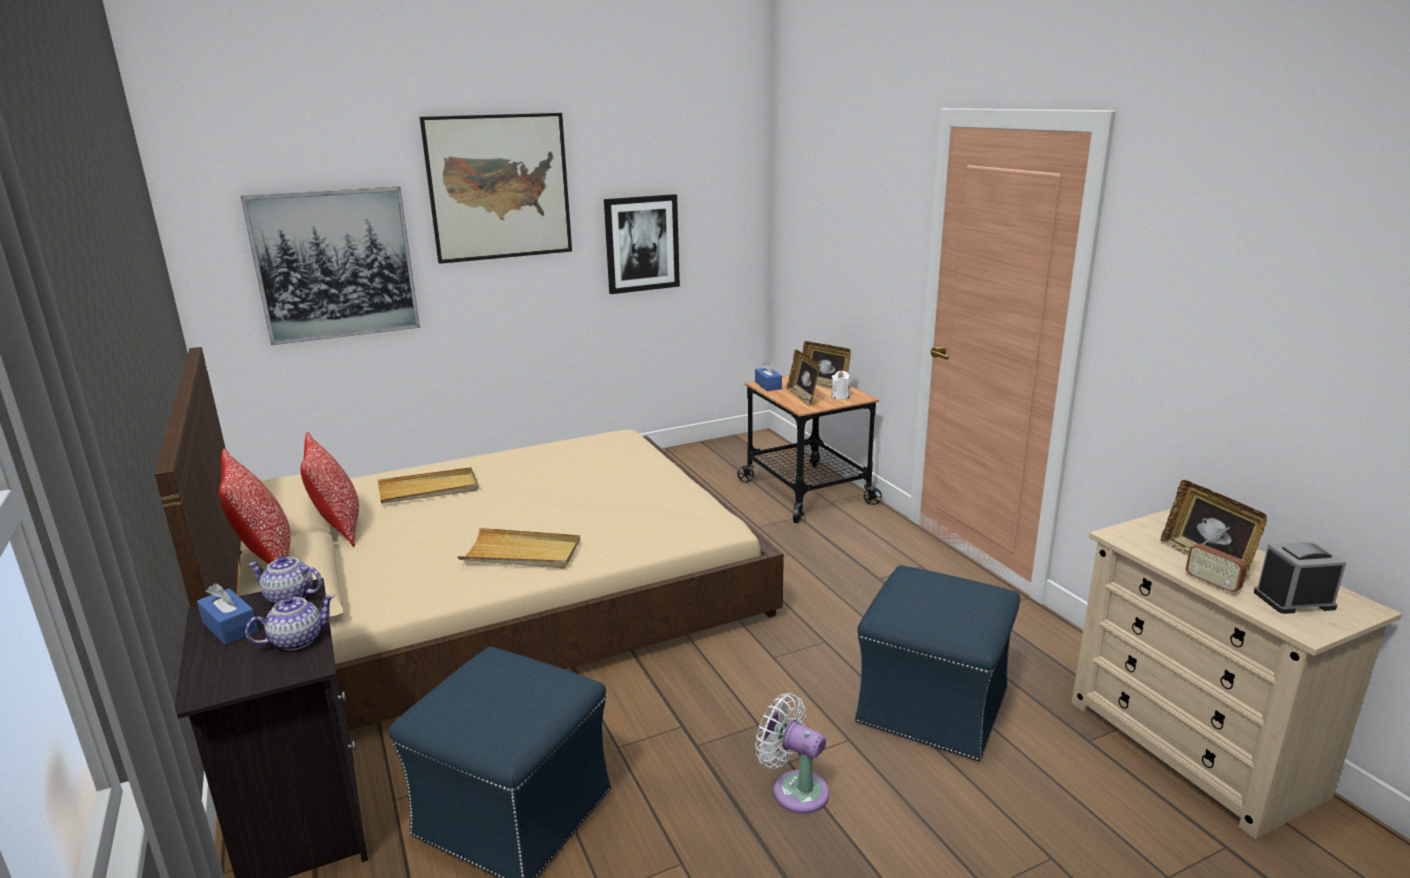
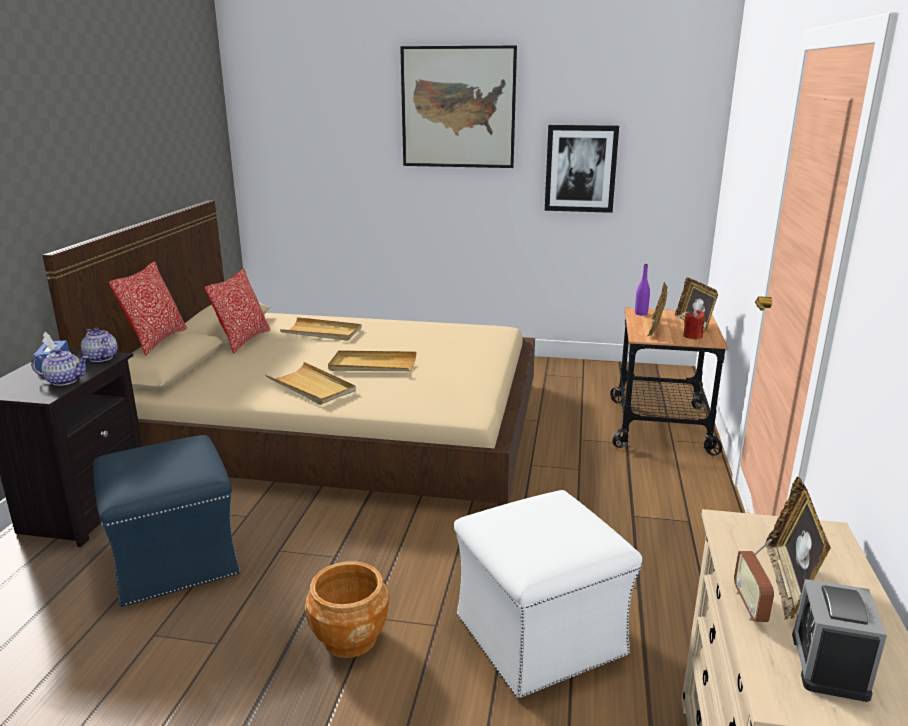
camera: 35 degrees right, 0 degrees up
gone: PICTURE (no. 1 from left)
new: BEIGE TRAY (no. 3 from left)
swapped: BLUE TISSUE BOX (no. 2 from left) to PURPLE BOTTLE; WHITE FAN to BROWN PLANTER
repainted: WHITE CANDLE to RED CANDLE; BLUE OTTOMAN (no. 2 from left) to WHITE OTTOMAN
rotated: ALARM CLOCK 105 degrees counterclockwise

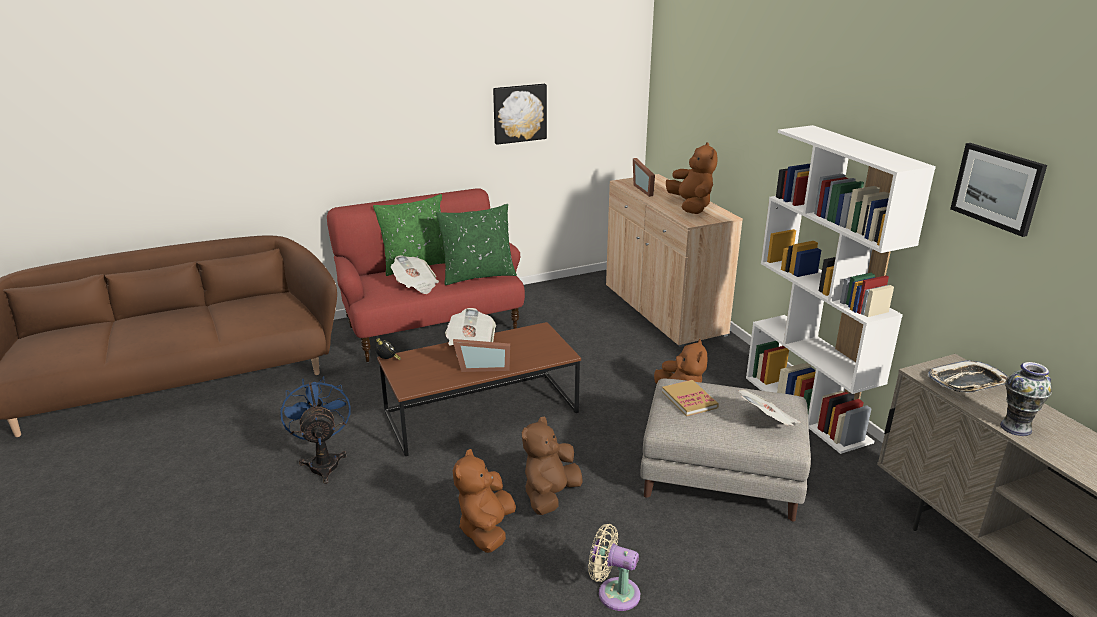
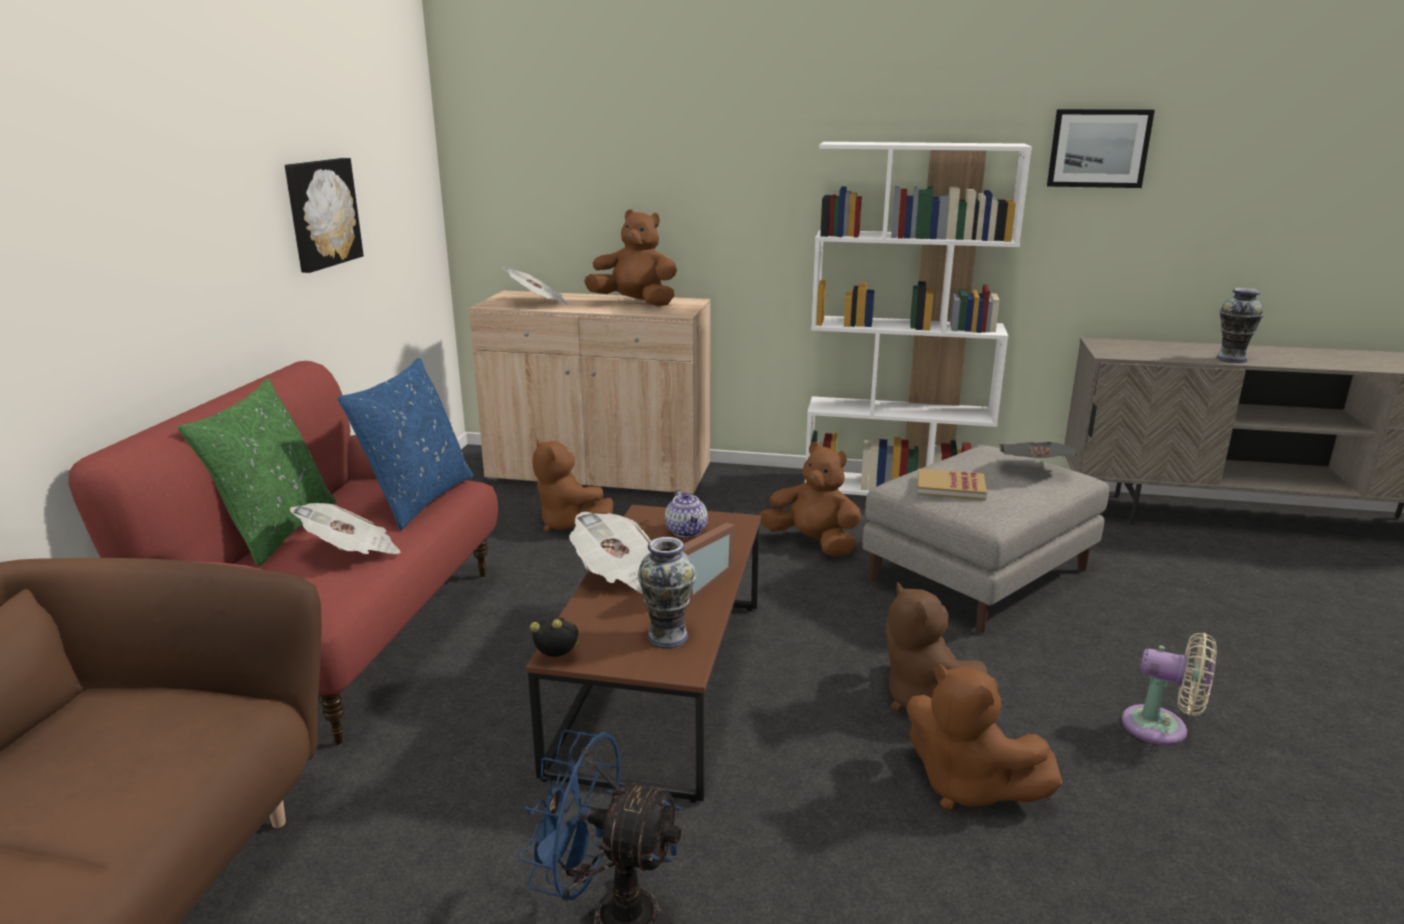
camera: 55 degrees left, 5 degrees down
gone: TRAY
new: BROWN PLUSH TOY (no. 1 from left); VASE (no. 1 from left); TEAPOT
swapped: PICTURE FRAME (no. 2 from left) to NEWSPAPER (no. 2 from left)
repainted: GREEN PILLOW (no. 2 from left) to BLUE PILLOW
rotated: BEIGE FAN 120 degrees counterclockwise

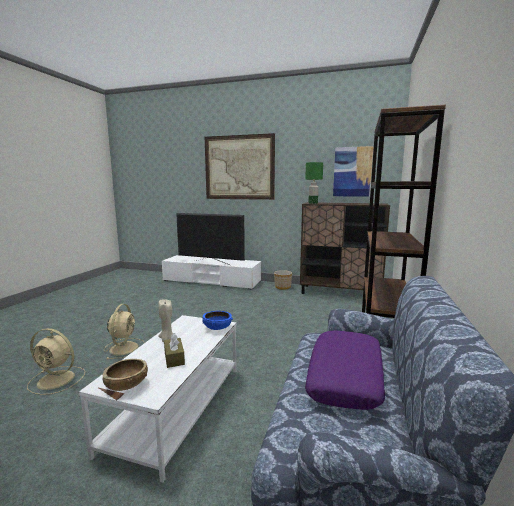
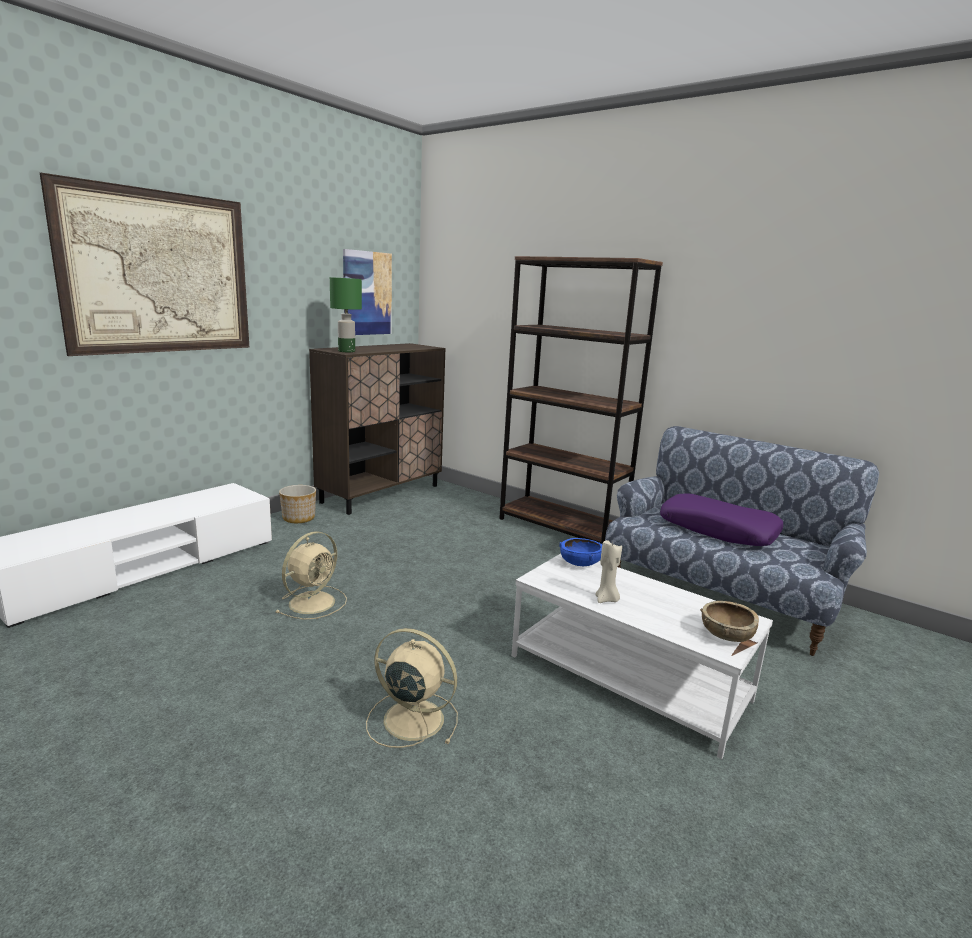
camera: 70 degrees left, 5 degrees up
gone: BROWN TISSUE BOX; TELEVISION
shifted: BEIGE FAN (no. 1 from left)

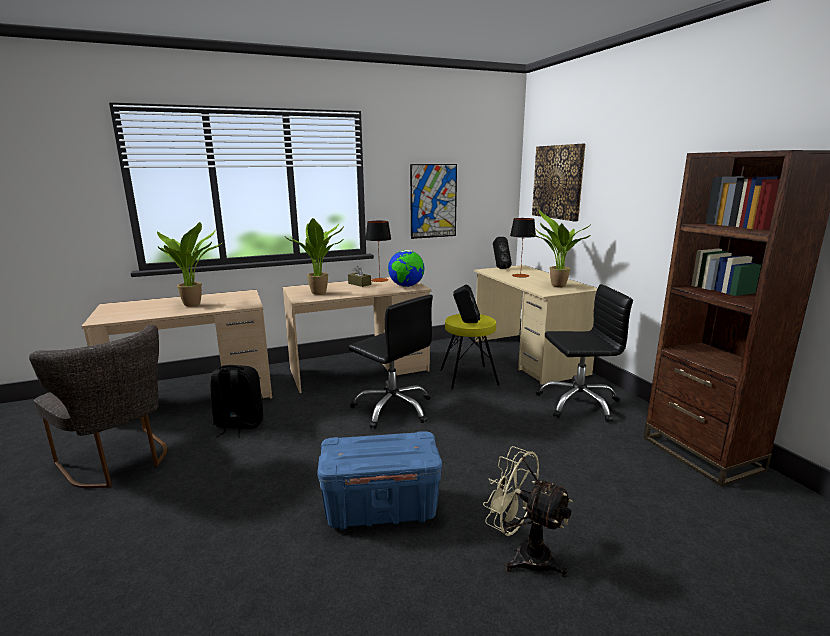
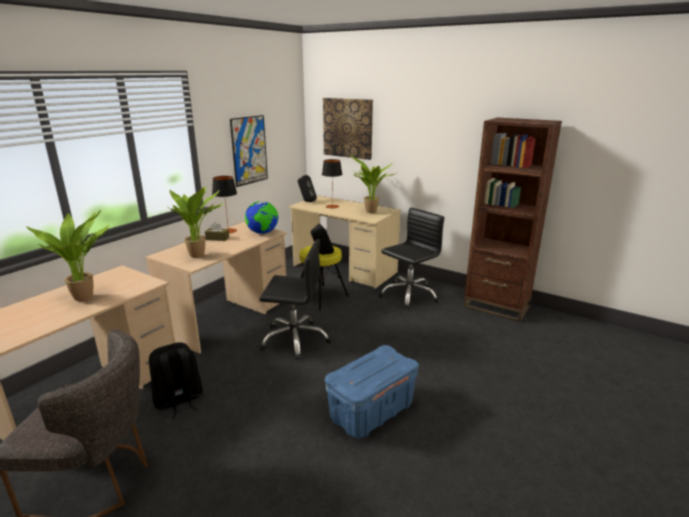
camera: 35 degrees left, 5 degrees up
gone: BEIGE FAN

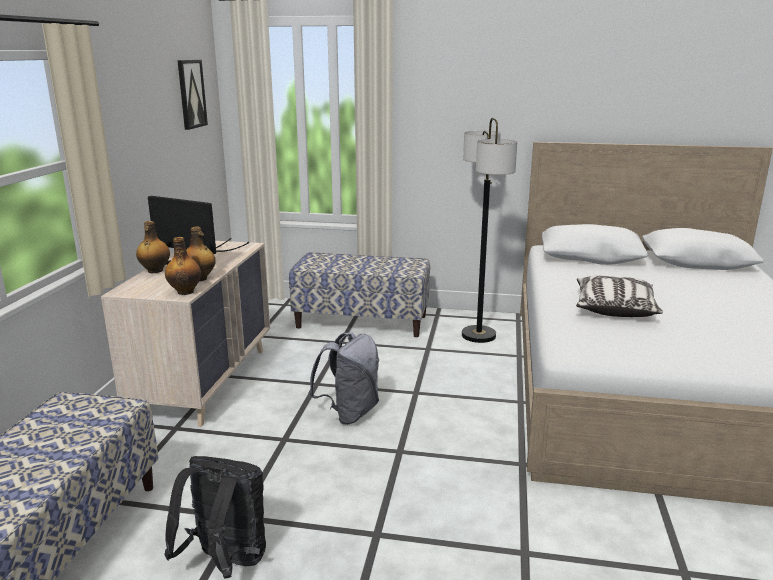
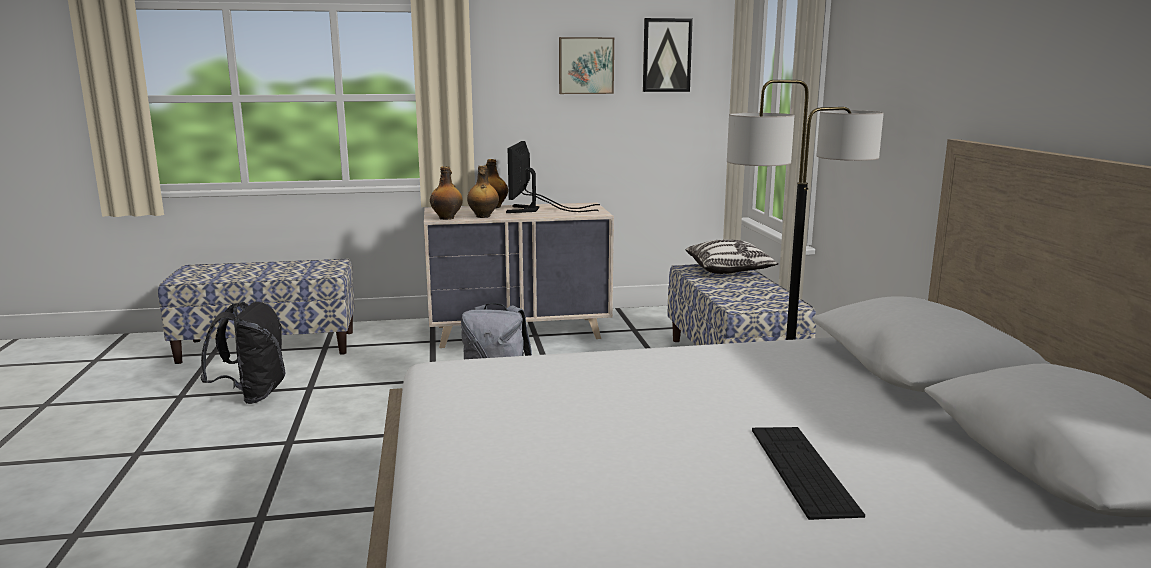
camera: 70 degrees right, 5 degrees down
new: PICTURE (no. 1 from left); KEYBOARD
shifted: PILLOW

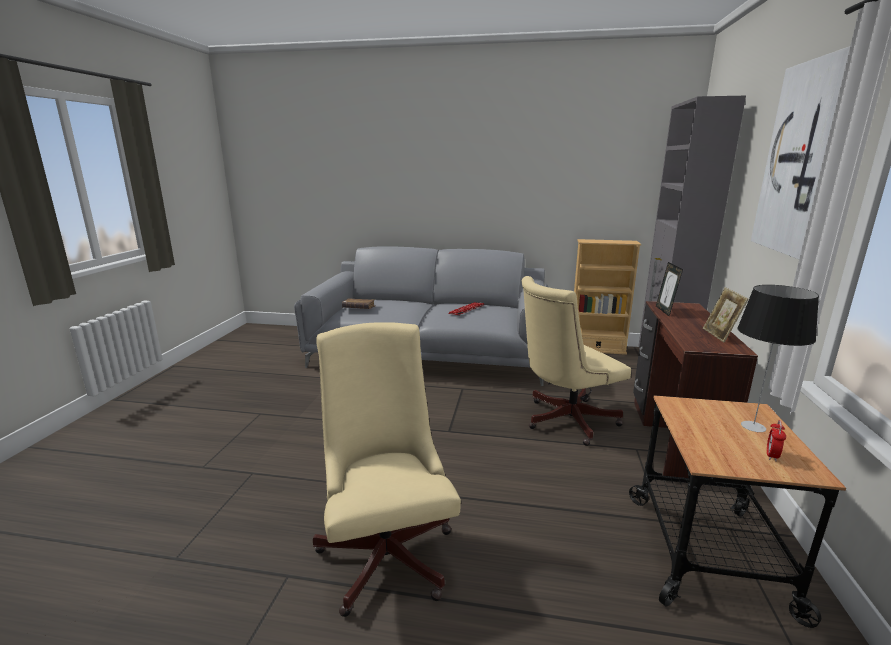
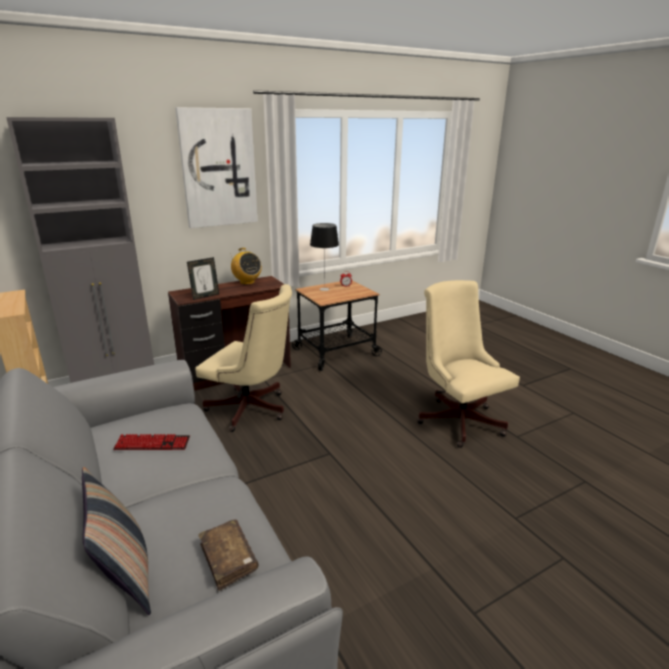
camera: 130 degrees left, 5 degrees up
new: PILLOW
swapped: PICTURE FRAME (no. 2 from left) to RADIO
rotated: BEIGE OFFICE CHAIR (no. 1 from left in the first image) 120 degrees clockwise

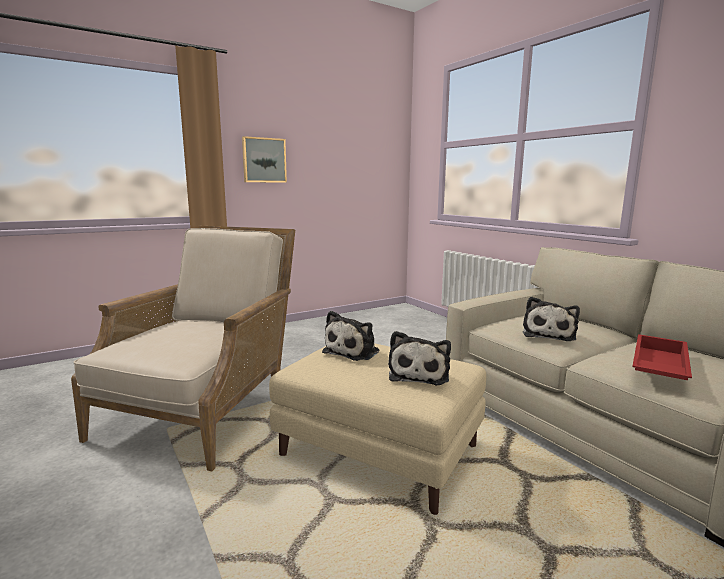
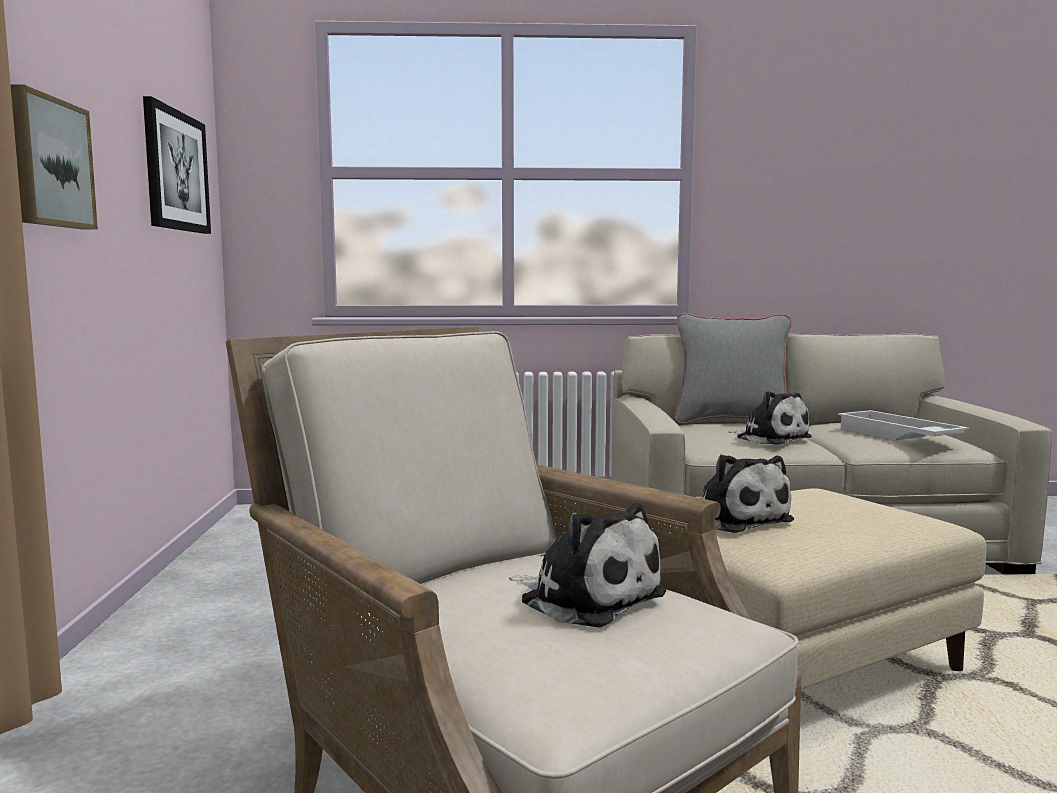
camera: 60 degrees left, 5 degrees down
new: PICTURE (no. 2 from left); GREY PILLOW
shifted: PLUSH TOY (no. 2 from left in the first image) to PLUSH TOY (no. 1 from left)
repainted: RED TRAY to WHITE TRAY

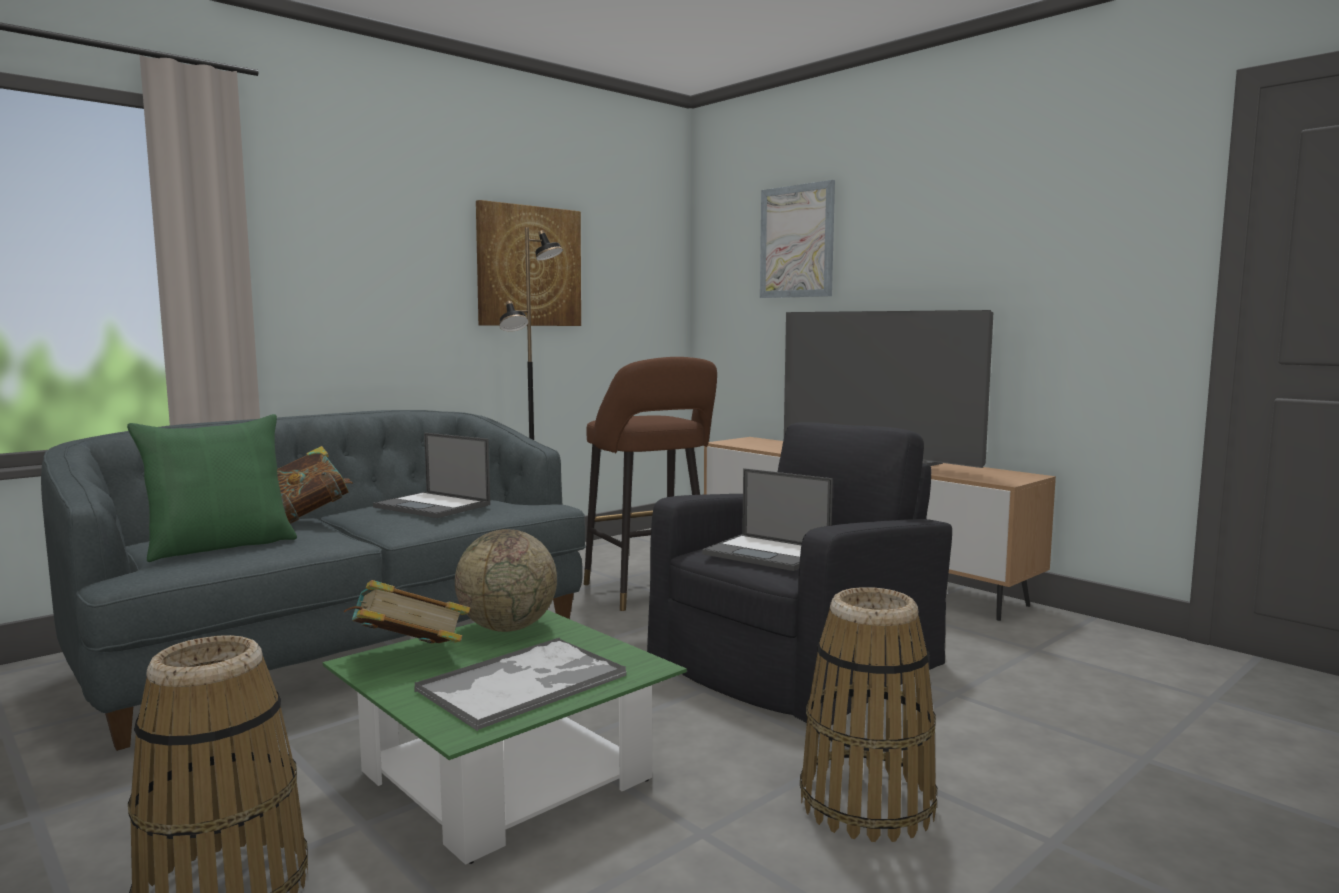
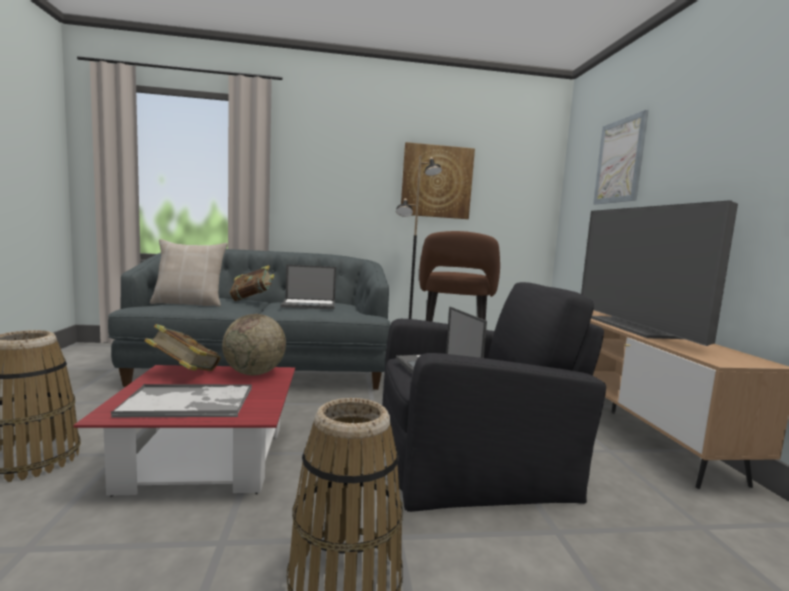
camera: 35 degrees right, 0 degrees up
repainted: GREEN PILLOW to BEIGE PILLOW; GREEN COFFEE TABLE to RED COFFEE TABLE
rotated: LAPTOP (no. 1 from left) 75 degrees counterclockwise

